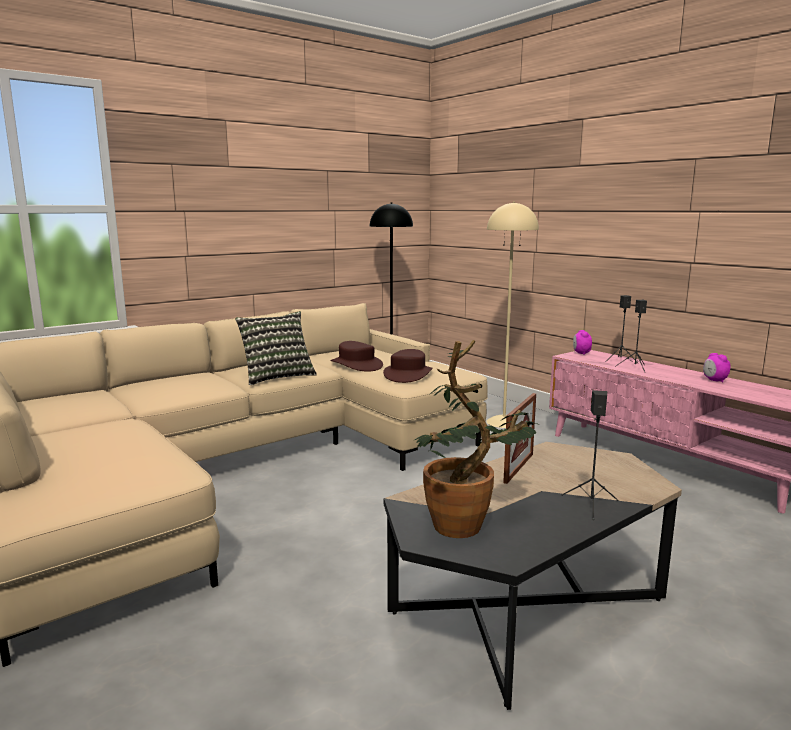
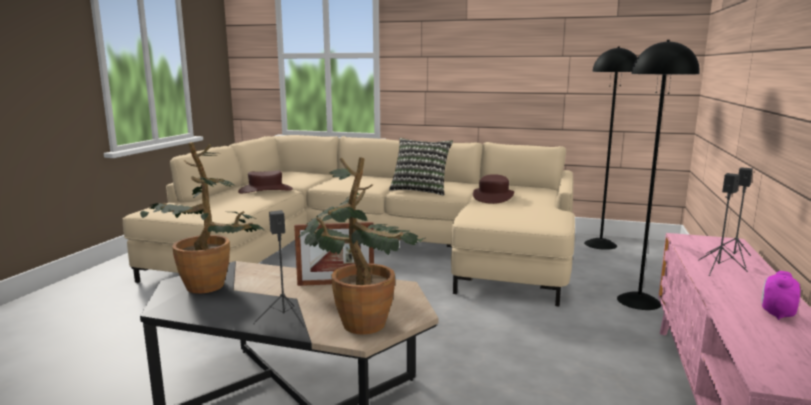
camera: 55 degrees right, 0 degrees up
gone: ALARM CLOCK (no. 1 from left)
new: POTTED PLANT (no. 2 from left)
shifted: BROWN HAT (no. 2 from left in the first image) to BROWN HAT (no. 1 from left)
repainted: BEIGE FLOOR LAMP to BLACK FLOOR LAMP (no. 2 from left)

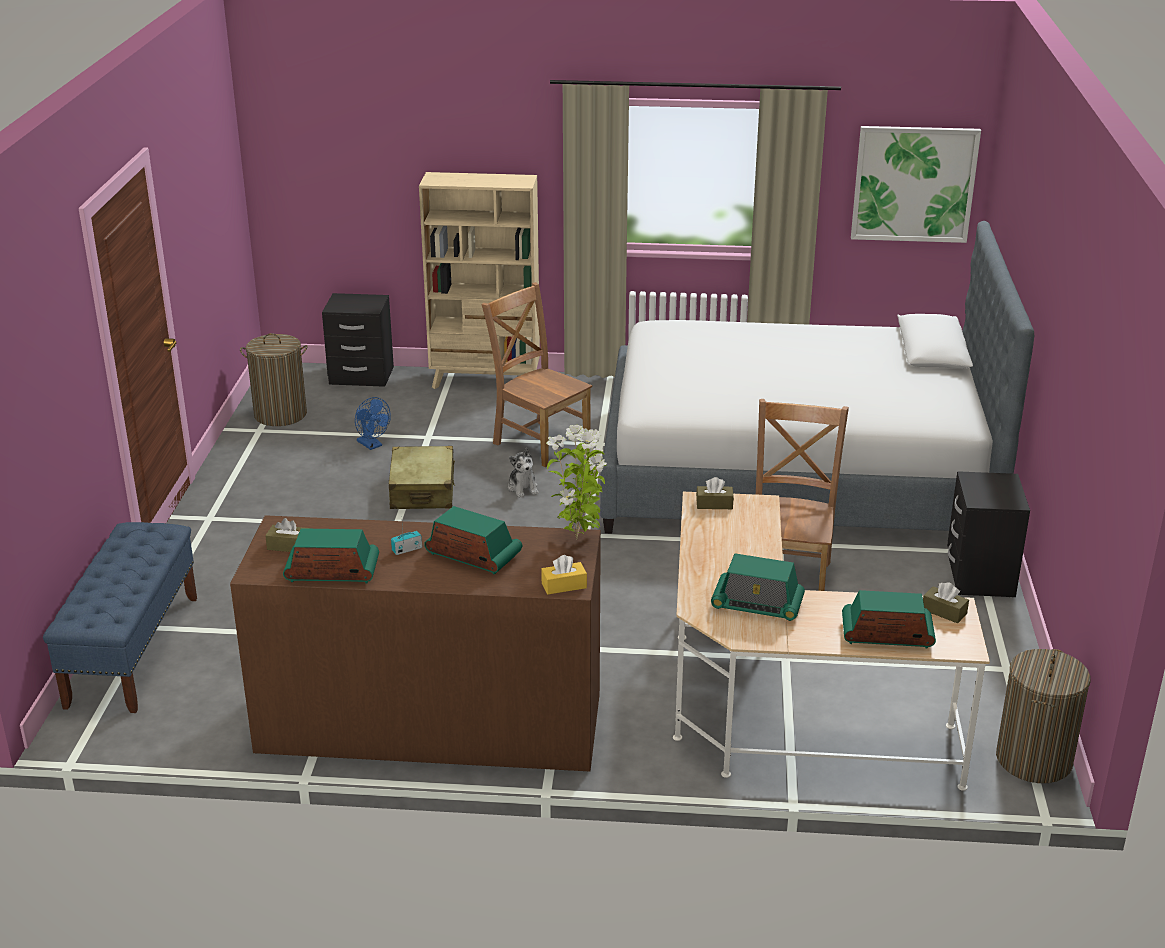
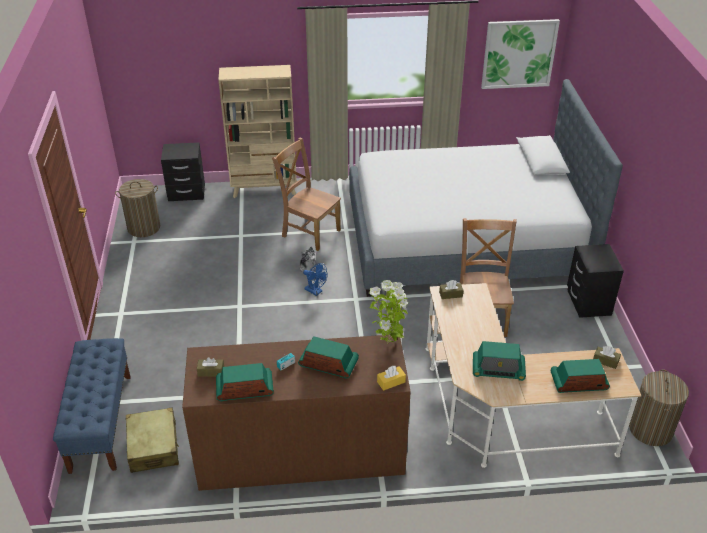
camera: 10 degrees left, 10 degrees up
shifted: BLUE FAN; BEIGE SUITCASE

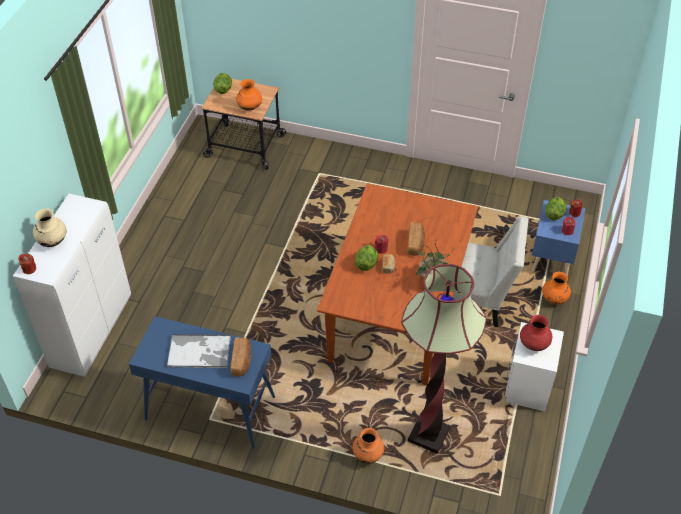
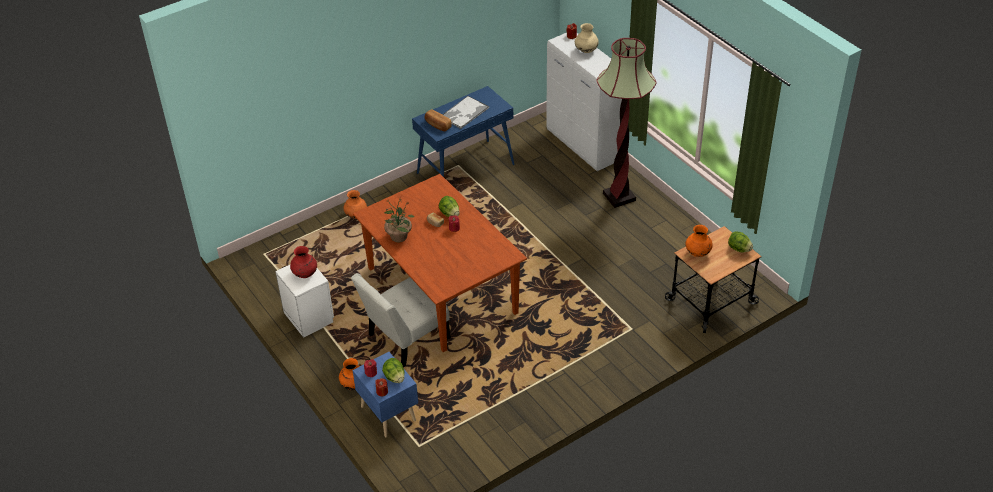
camera: 130 degrees right, 5 degrees down
gone: BREAD (no. 3 from left)
shifted: FLOOR LAMP

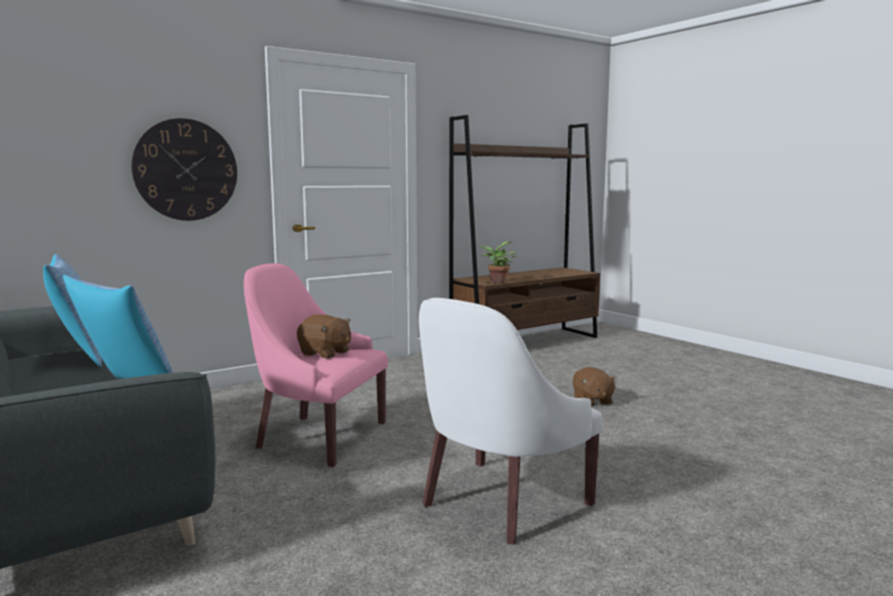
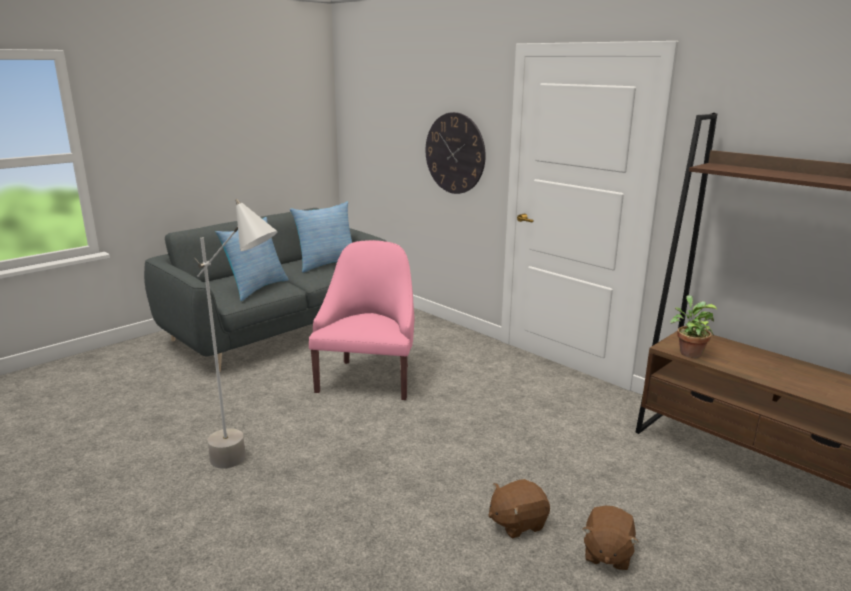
camera: 80 degrees right, 10 degrees up
shifted: BROWN PLUSH TOY (no. 1 from left in the first image) to BROWN PLUSH TOY (no. 2 from left)
swapped: WHITE ARMCHAIR to GREY FLOOR LAMP

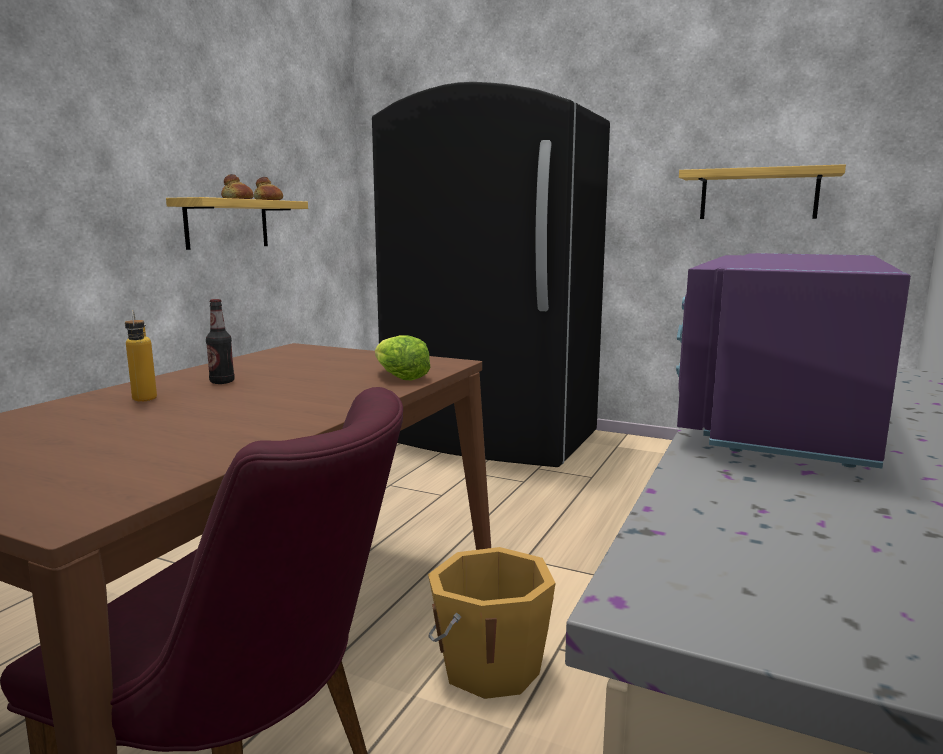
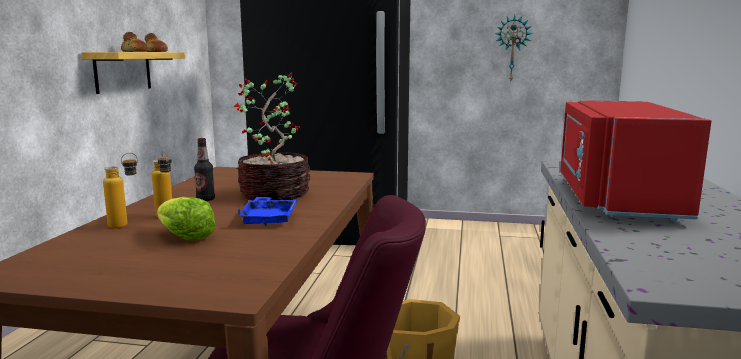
camera: 15 degrees left, 0 degrees up
new: BOTTLE (no. 1 from left); POTTED PLANT; BLUE TRAY
shifted: LETTUCE
swapped: SHELF (no. 2 from left) to WALL CLOCK
repainted: PURPLE MICROWAVE to RED MICROWAVE

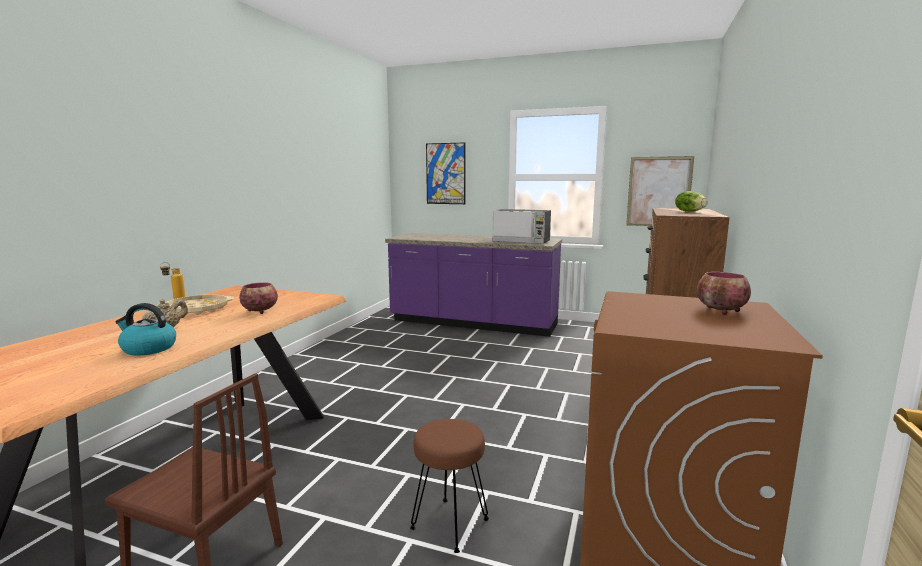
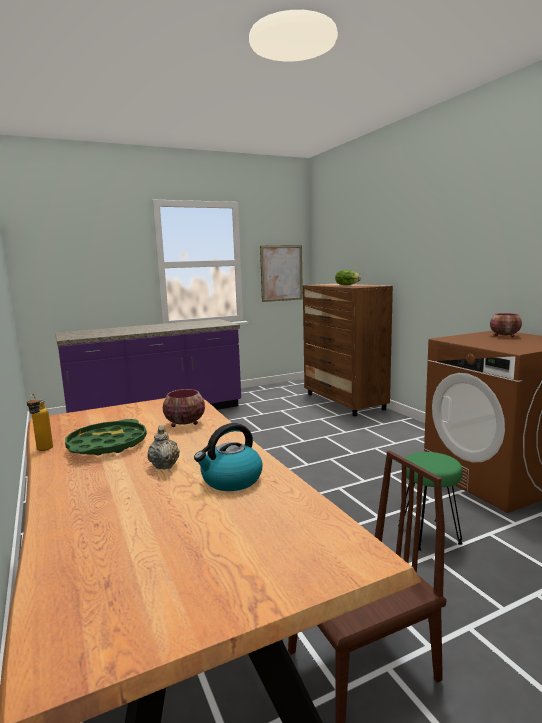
camera: 45 degrees left, 0 degrees up
gone: PICTURE (no. 1 from left); MICROWAVE
repainted: BEIGE TRAY to GREEN TRAY; BROWN STOOL to GREEN STOOL

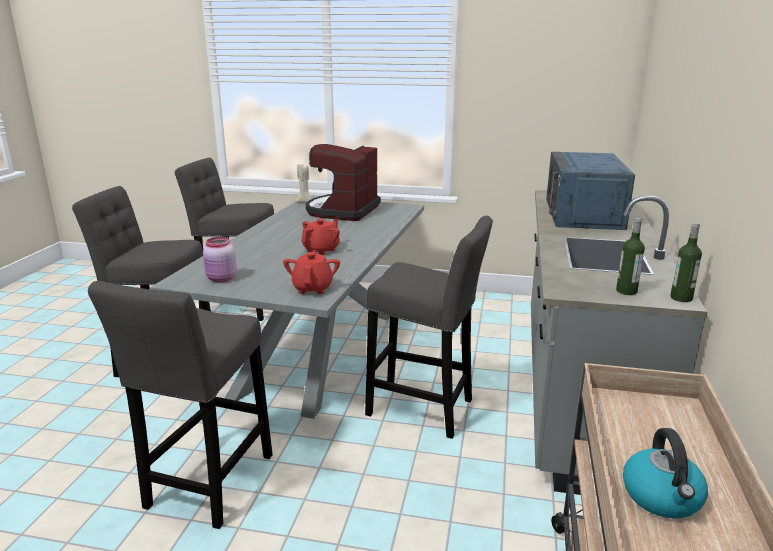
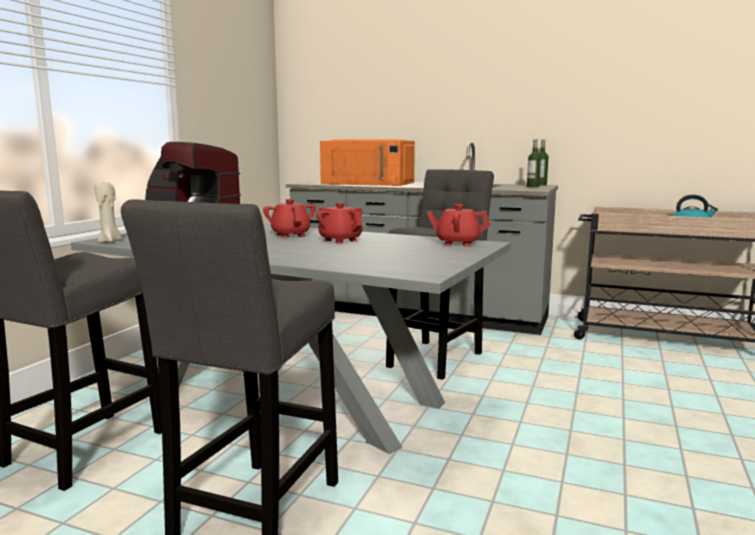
camera: 80 degrees left, 10 degrees down
gone: GREY STOOL (no. 2 from left); PINK JAR
new: RED TEAPOT (no. 1 from left)
repainted: BLUE MICROWAVE to ORANGE MICROWAVE

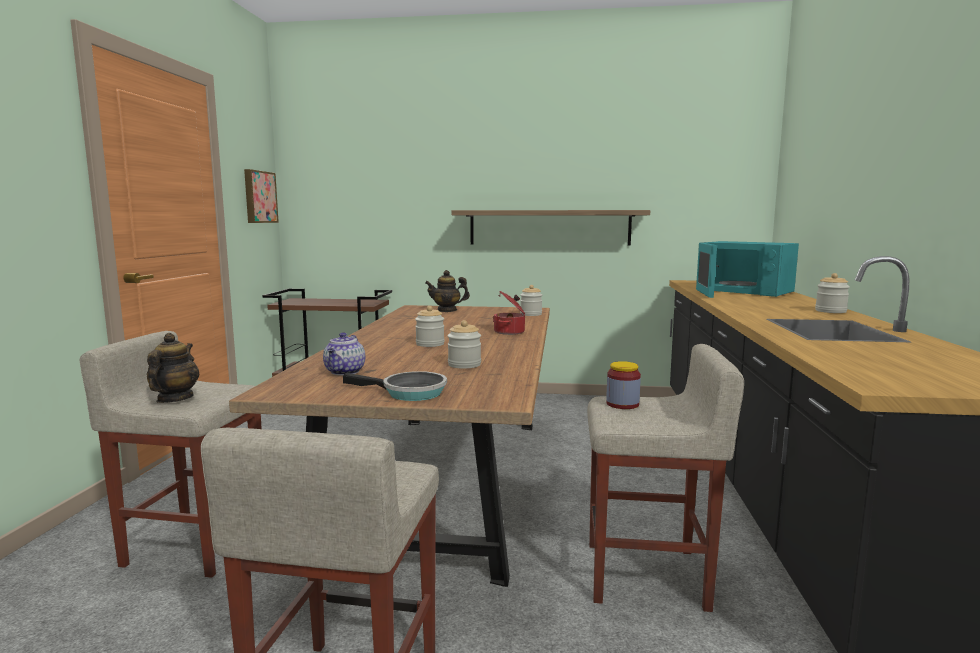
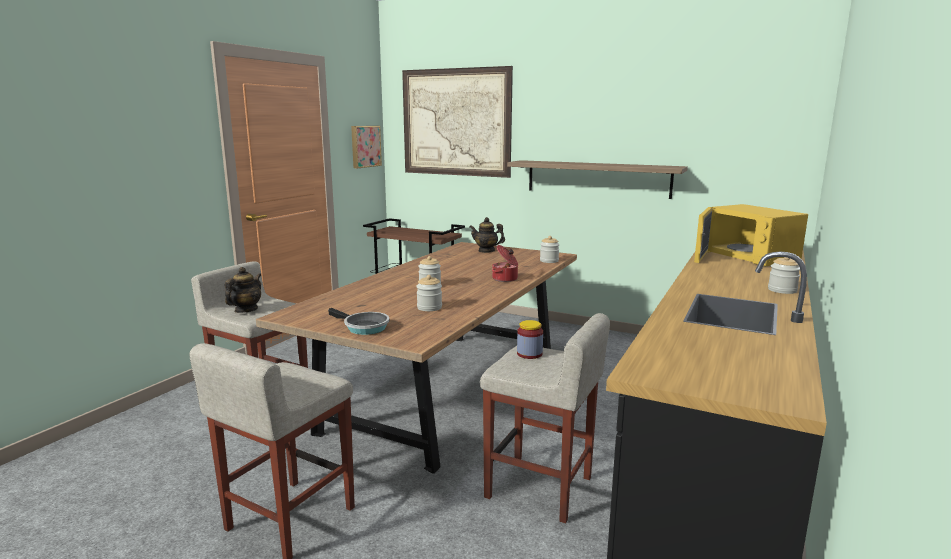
camera: 20 degrees right, 5 degrees up
gone: TEAPOT (no. 2 from left)
new: PICTURE (no. 2 from left)
repainted: TURQUOISE MICROWAVE to YELLOW MICROWAVE

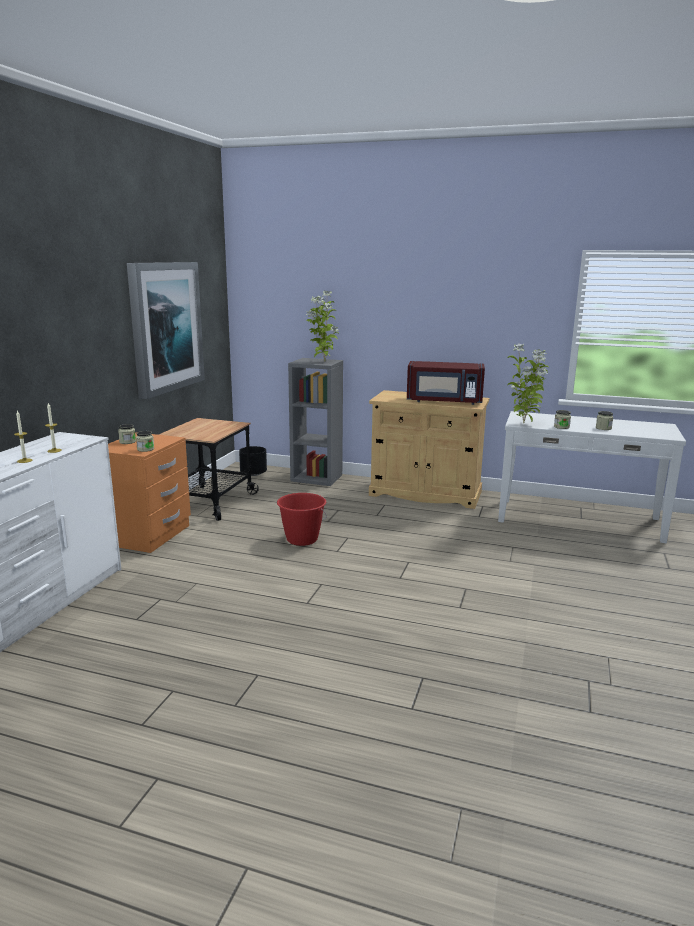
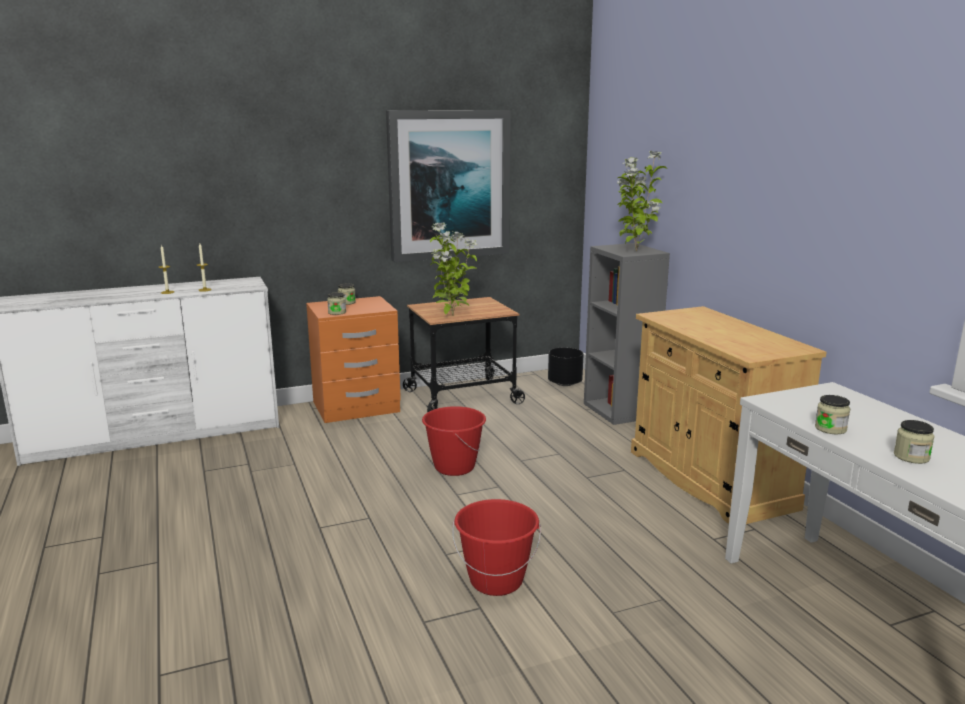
camera: 50 degrees right, 0 degrees up
gone: RED MICROWAVE
new: RED BUCKET (no. 2 from left)
shifted: POTTED PLANT (no. 2 from left in the first image) to POTTED PLANT (no. 1 from left)

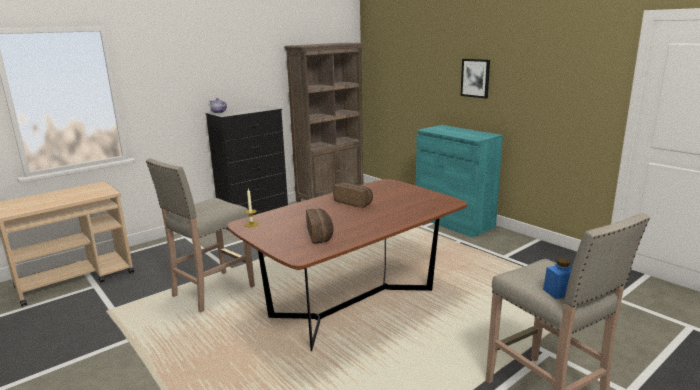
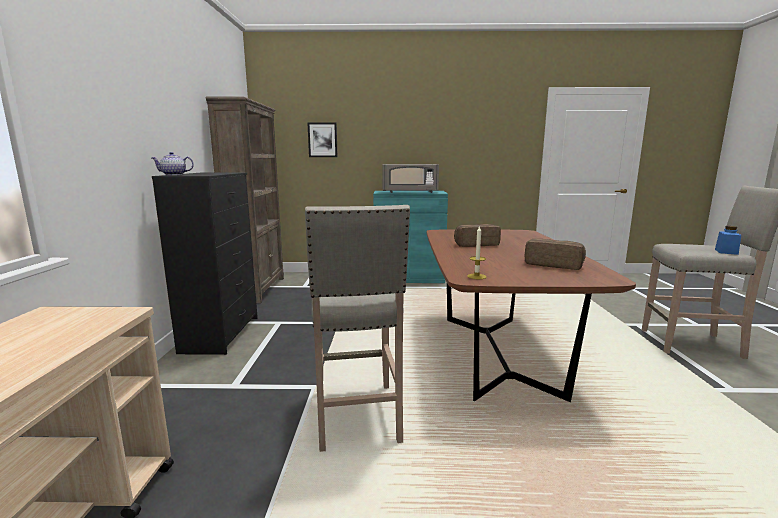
camera: 50 degrees left, 5 degrees down
new: GREY MICROWAVE
shifted: PICTURE

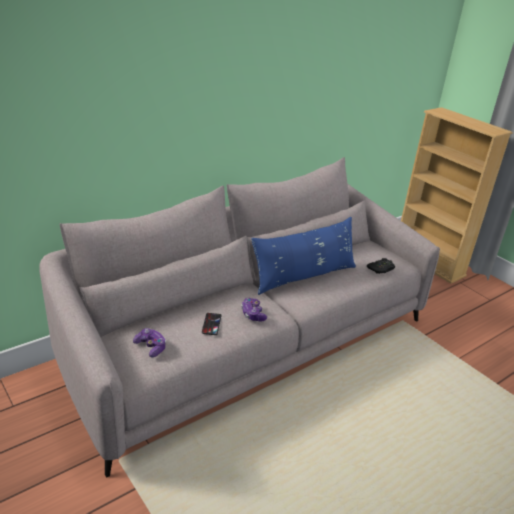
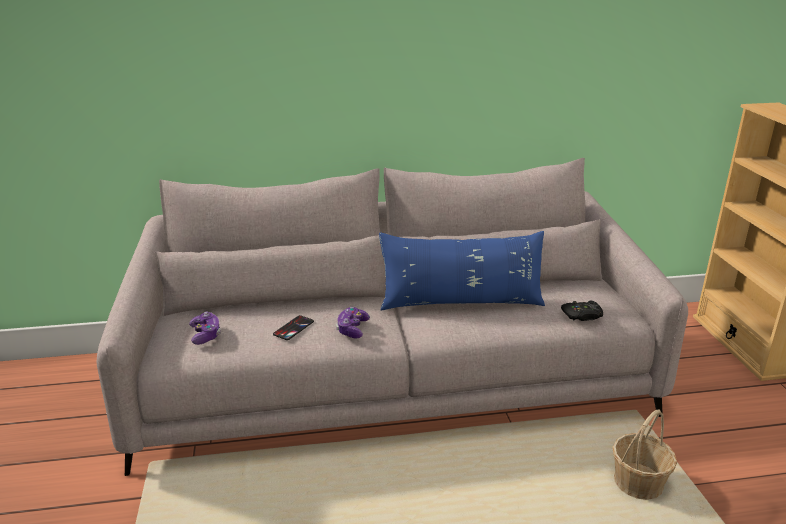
camera: 30 degrees right, 5 degrees down
new: BASKET

